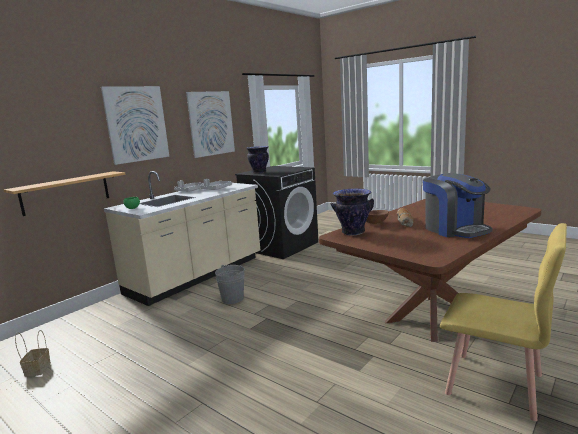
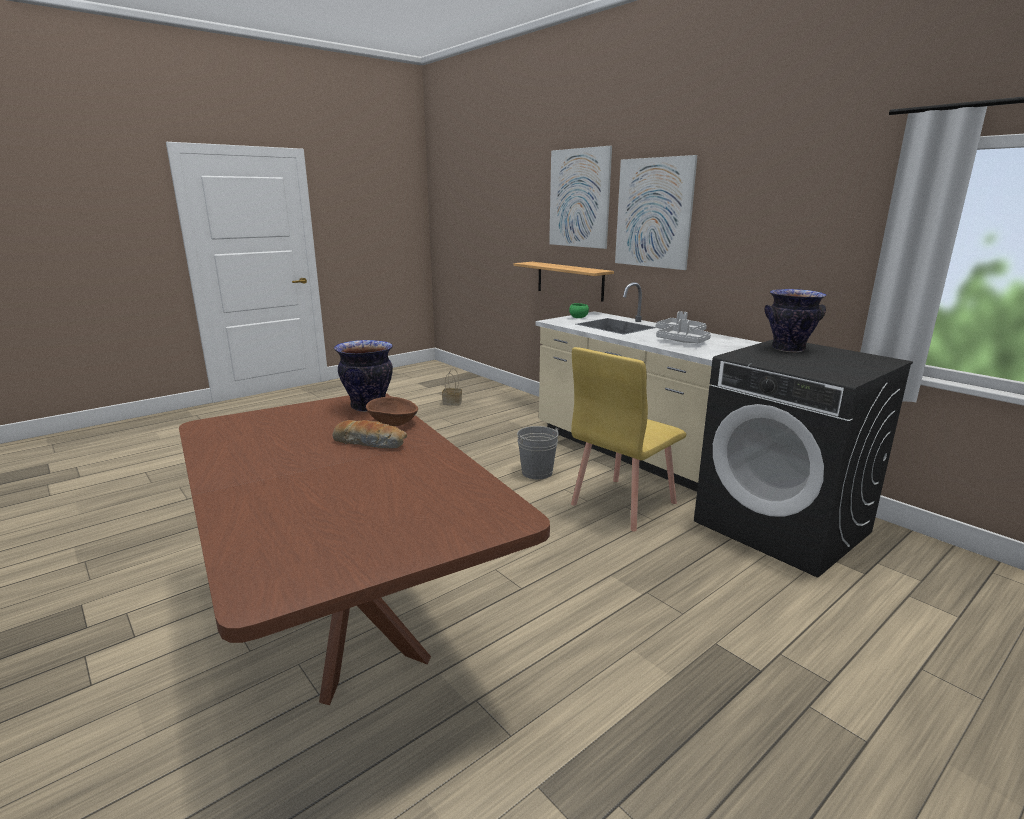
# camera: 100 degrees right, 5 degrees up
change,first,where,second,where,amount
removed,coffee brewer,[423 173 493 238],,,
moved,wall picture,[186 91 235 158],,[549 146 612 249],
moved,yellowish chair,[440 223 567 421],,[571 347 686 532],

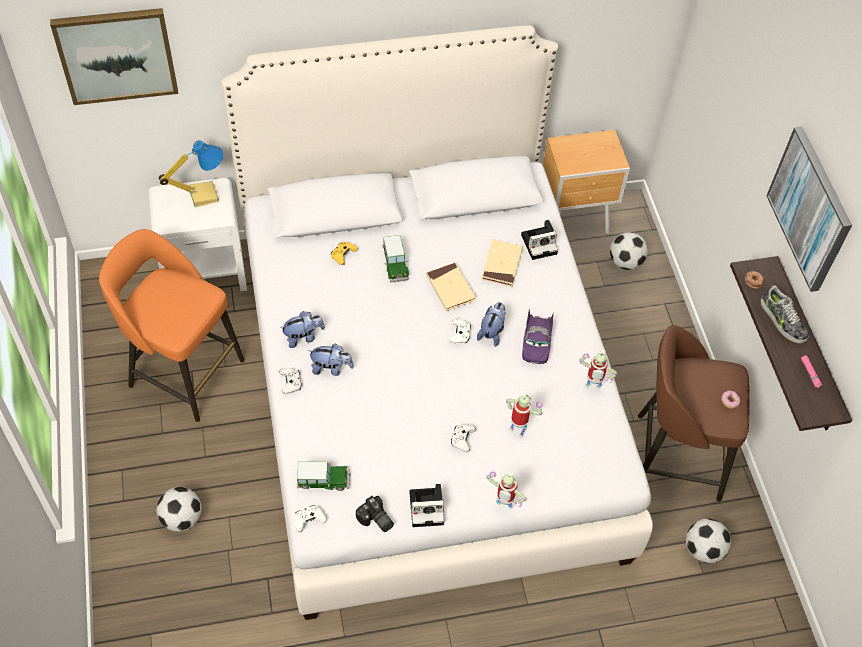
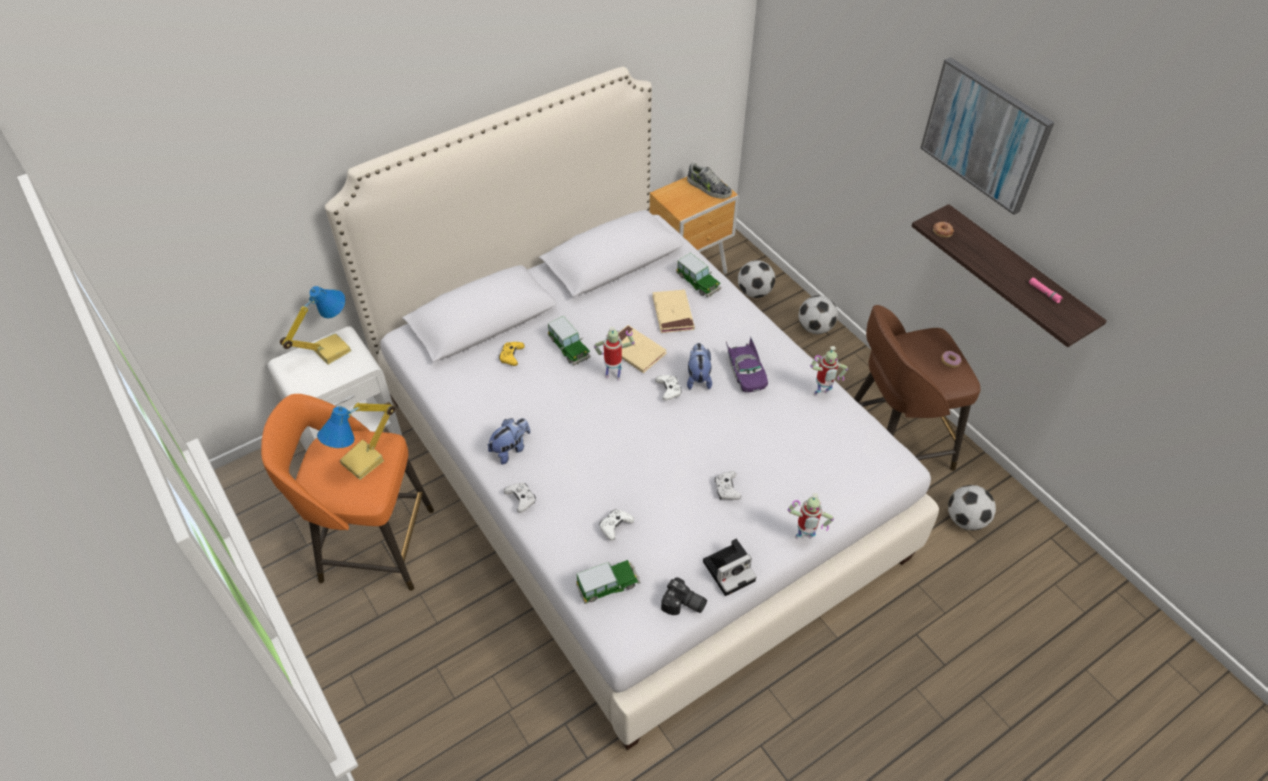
# camera: 20 degrees left, 5 degrees down
change,first,where,second,where,amount
removed,wall picture,[50 8 178 105],,,
removed,plush toy,[307 344 354 376],,,
added,,,lamp for a table,[317 402 396 480],
moved,ball for football,[156 487 202 532],,[799 295 838 334],
moved,white game controller,[294 505 327 532],,[599 509 634 540],
moved,robot figure,[506 393 543 437],,[594 327 635 381],
moved,low shoe,[760 285 809 343],,[687 162 732 199],
replaced,still camera,[521 220 558 260],toy car,[676 253 721 298],

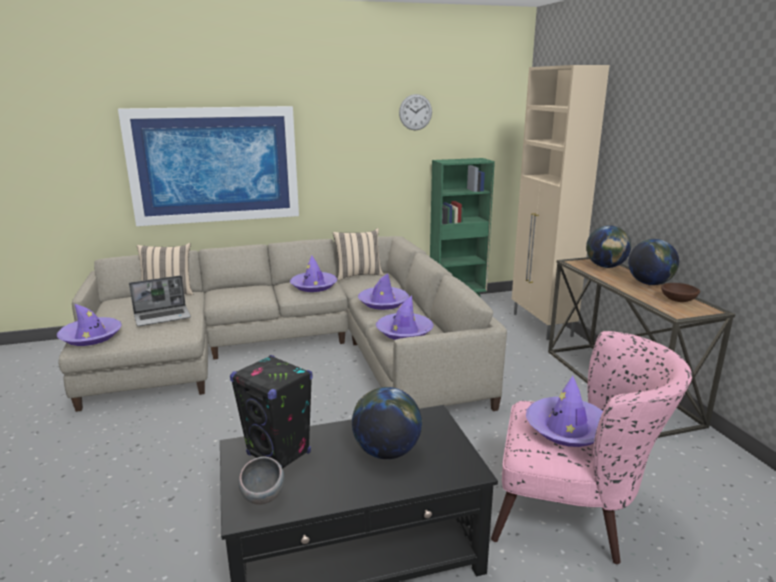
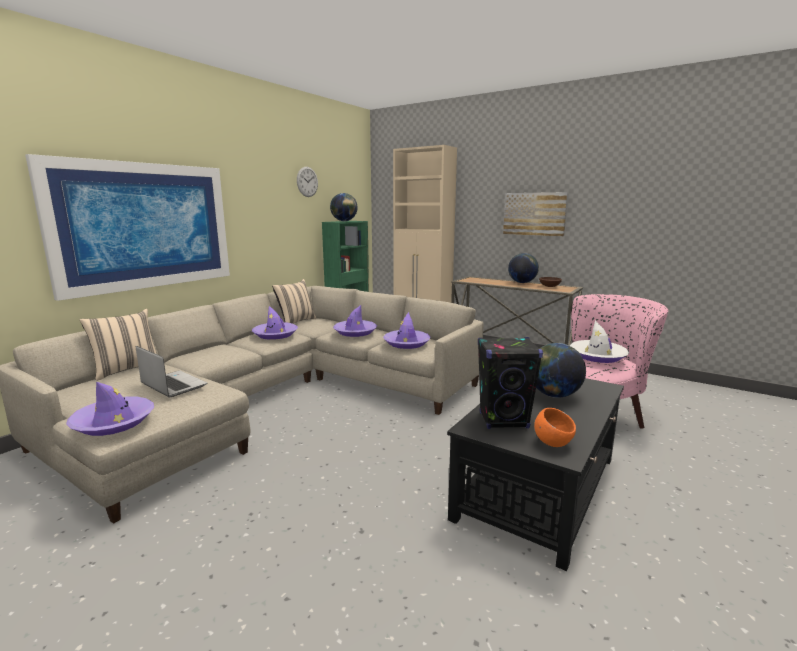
# camera: 40 degrees left, 5 degrees down
change,first,where,second,where,amount
added,,,wall picture,[503 192 568 236],
moved,desk globe,[586 225 631 268],,[330 193 358 221],
recoloured,gray deep dish,[238 457 285 505],orange-coloured deep dish,[534 408 576 447],
recoloured,purplish clothing hat,[526 376 603 447],white clothing hat,[570 320 629 363],
turned,portable computer,[129 275 191 326],,[136 346 208 397],75 degrees counterclockwise

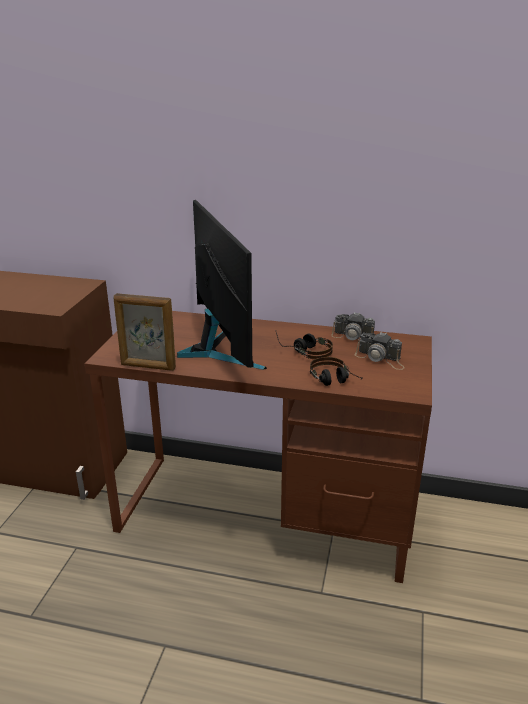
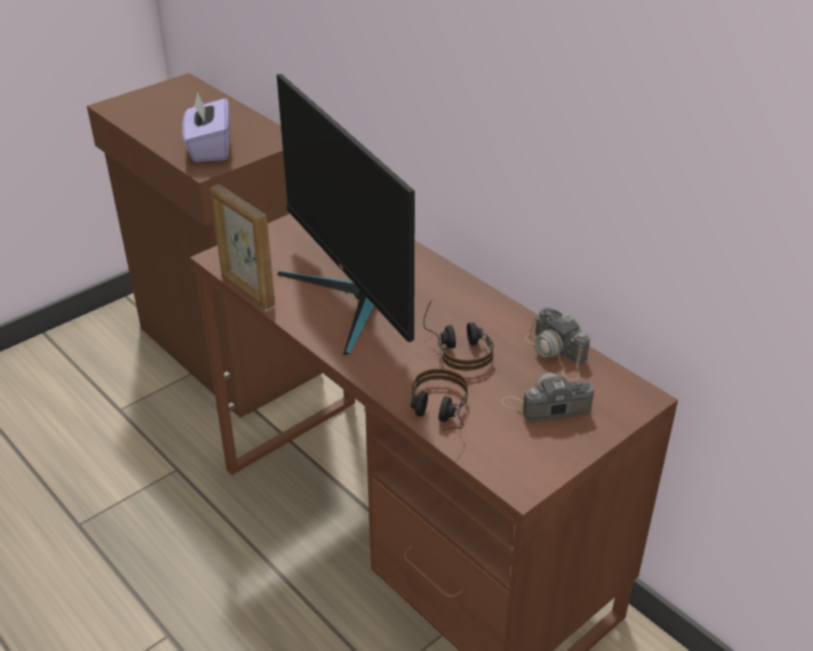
# camera: 35 degrees right, 10 degrees up
change,first,where,second,where,amount
added,,,purplish box of tissues,[182 92 230 162],
turned,computer screen,[177 200 267 370],,[277 74 415 355],135 degrees clockwise
turned,still camera,[355 332 405 370],,[501 372 594 422],105 degrees clockwise

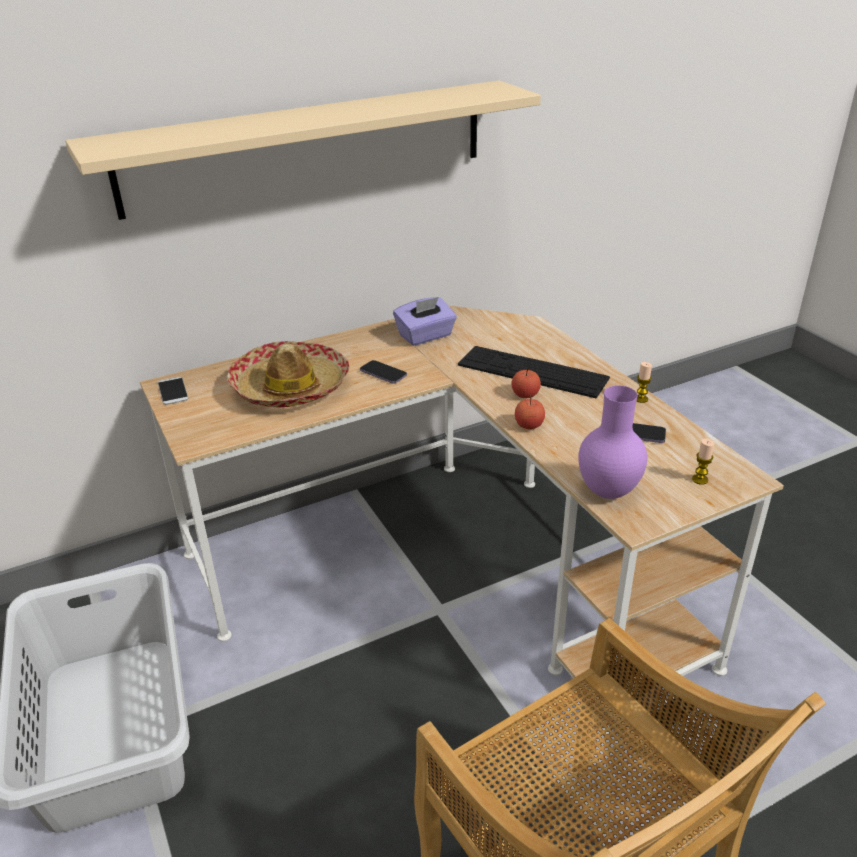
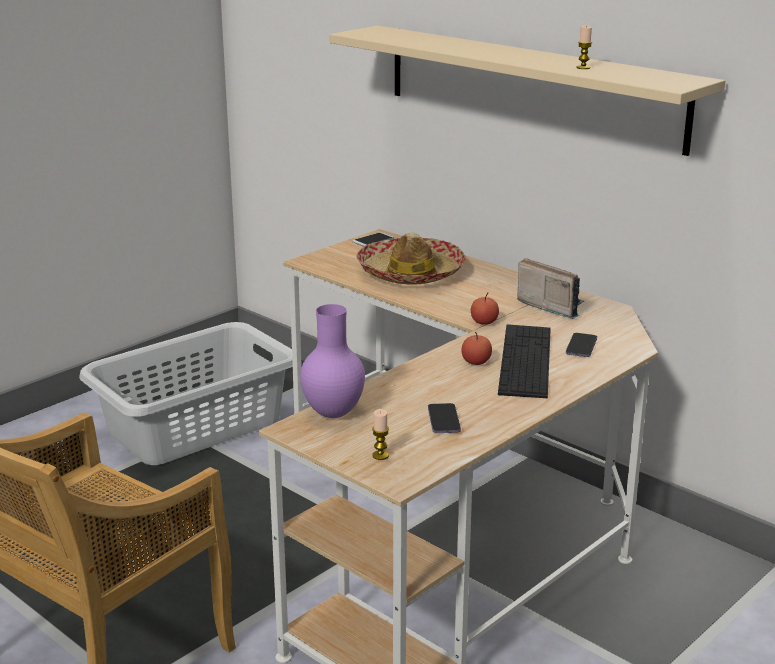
# camera: 70 degrees right, 10 degrees down
change,first,where,second,where,amount
moved,telephone,[360 360 407 384],,[566 333 597 357],
moved,apple fruit,[515 395 545 429],,[471 293 499 325],
moved,wax candle,[637 362 652 403],,[577 25 592 69],
replaced,purplish box of tissues,[393 297 457 346],radio,[517 258 584 319],

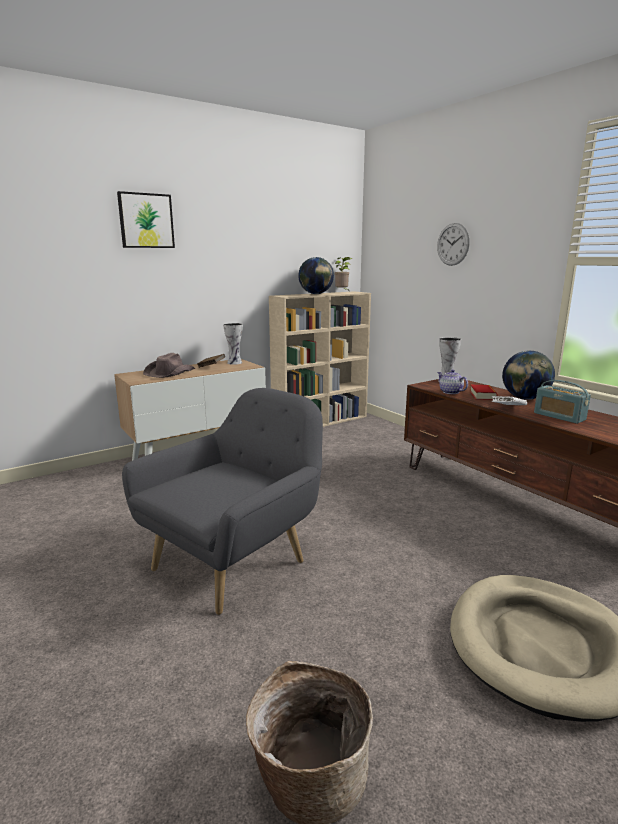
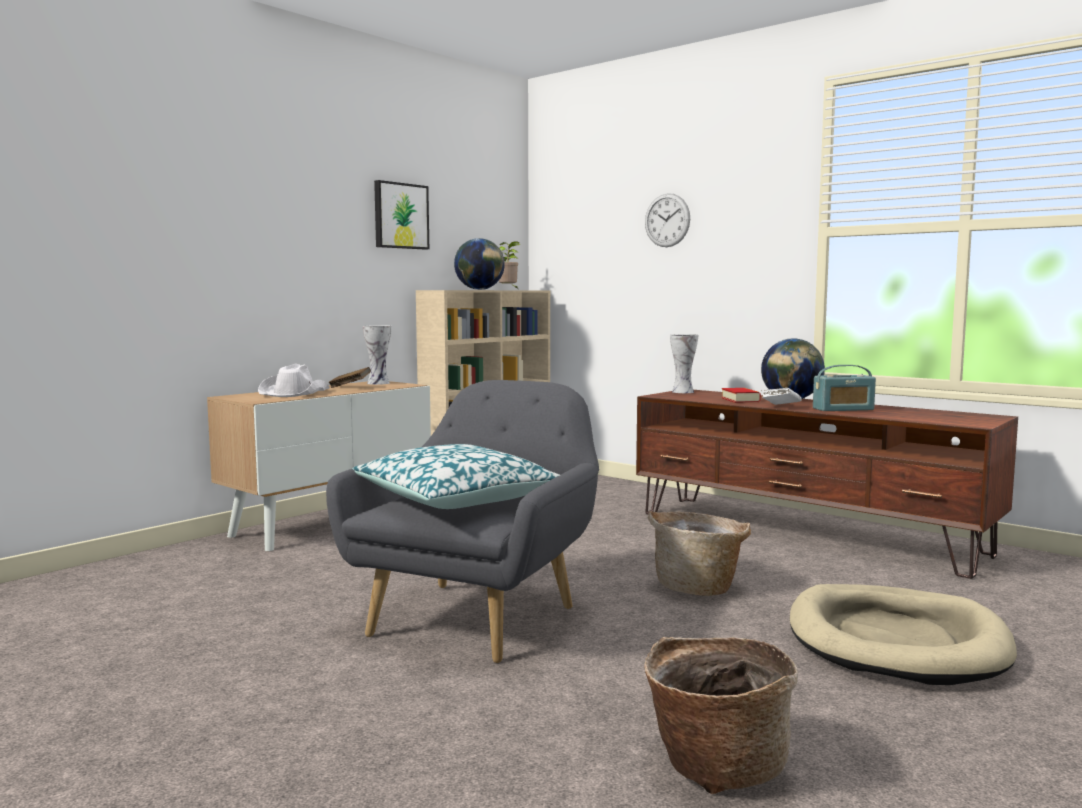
# camera: 15 degrees left, 10 degrees down
change,first,where,second,where,amount
removed,pot for tea,[437 370 468 394],,,
added,,,cushion,[352 444 560 509],
added,,,household basket,[648 511 751 596],
moved,wall picture,[117 191 175 248],,[374 180 429 250],
recoloured,brown clothing hat,[143 353 195 378],white clothing hat,[258 364 330 397],
turned,radio,[534 380 591 424],,[813 365 876 411],45 degrees counterclockwise

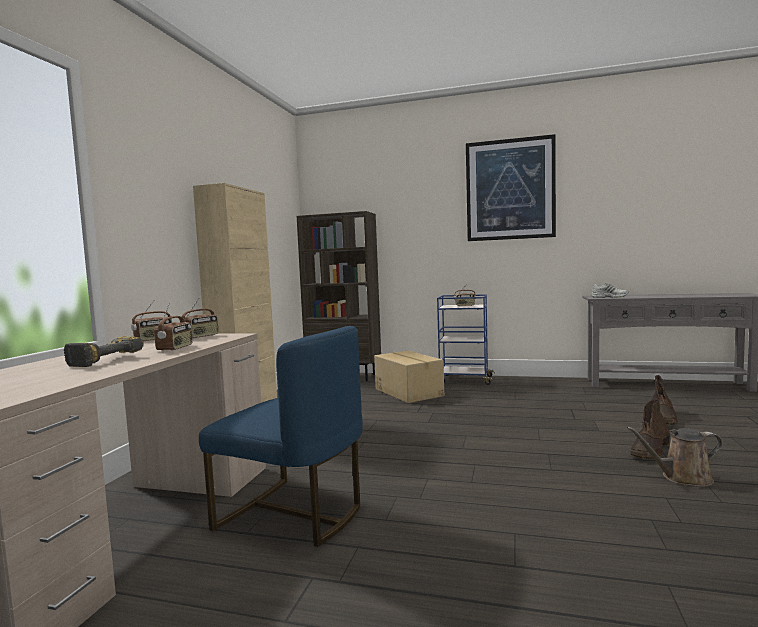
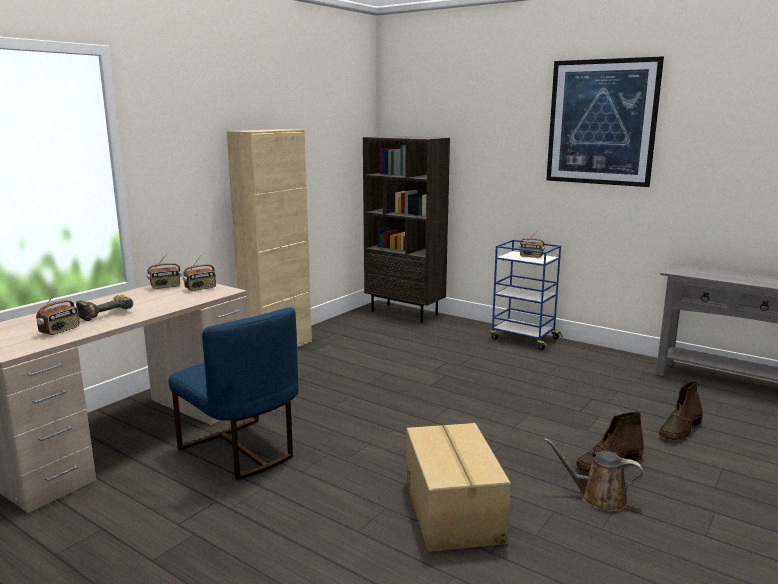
# camera: 20 degrees right, 10 degrees up
change,first,where,second,where,amount
removed,white low shoe,[591 283 628 298],,,
moved,radio,[154 303 193 351],,[36 289 80 335],
moved,cardboard box,[374 351 444 403],,[406 423 511 552],

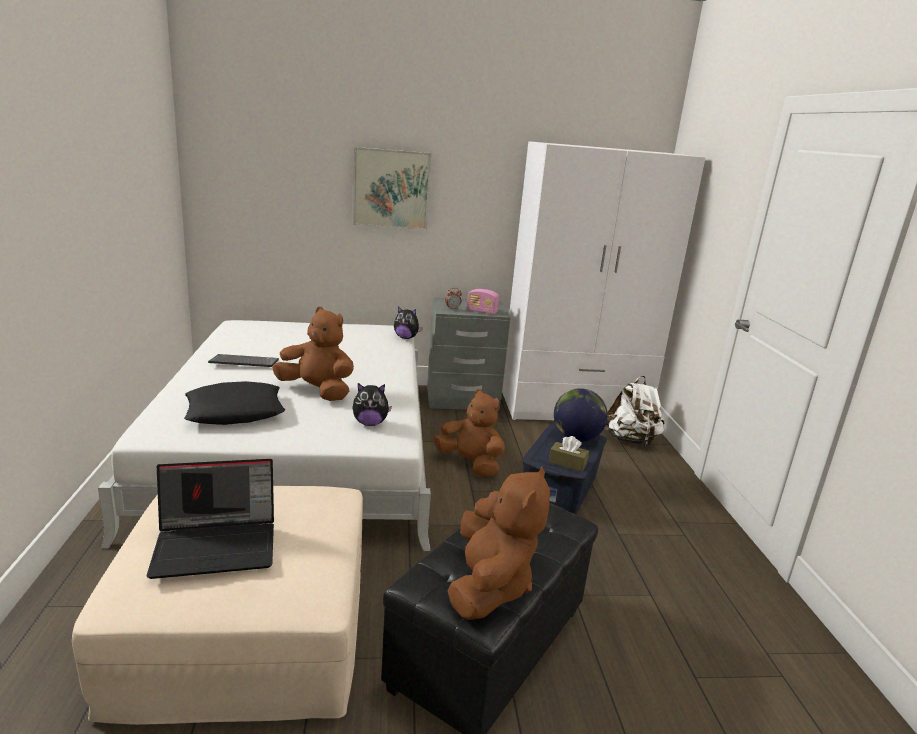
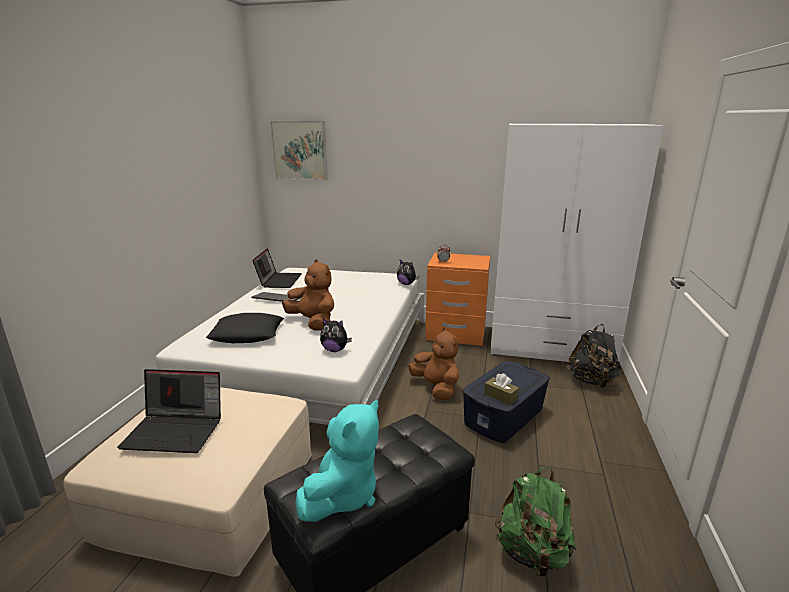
# camera: 20 degrees right, 0 degrees up
change,first,where,second,where,amount
removed,radio,[467 289 499 314],,,
removed,desk globe,[554 388 608 442],,,
added,,,portable computer,[252 248 302 288],
added,,,green-coloured knapsack,[495 467 576 578],
moved,wall picture,[353 147 431 230],,[270 121 328 180],
recoloured,gray night table,[427 297 510 411],orange-coloured night table,[426 253 490 346],
recoloured,brown plush toy,[448 466 550 620],turquoise-coloured plush toy,[295 400 379 522],
recoloured,white knapsack,[604 376 664 446],black-coloured knapsack,[566 324 621 388],

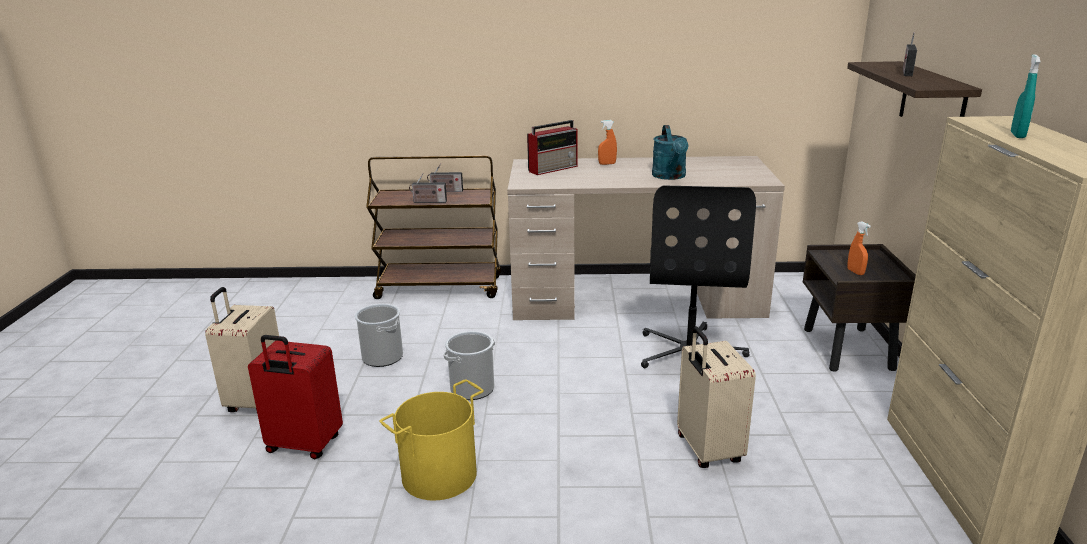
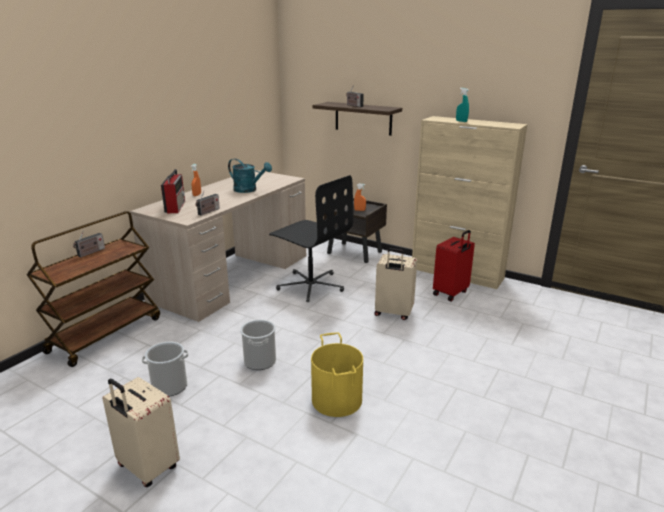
# camera: 60 degrees left, 0 degrees up
change,first,where,second,where,amount
moved,reddish travel case,[248 335 343 459],,[433 230 475 301],
moved,radio,[409 173 447 203],,[196 190 220 216],

